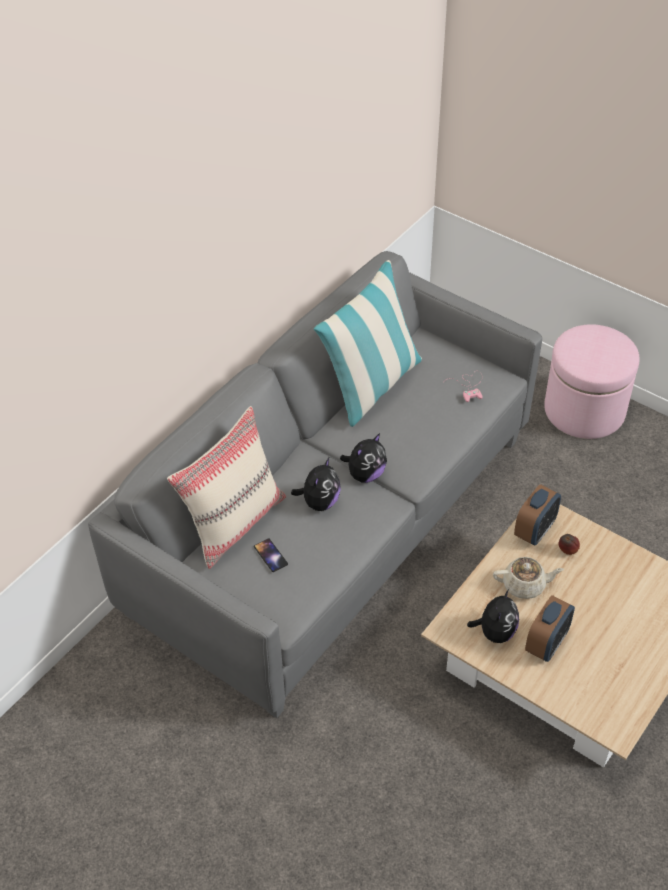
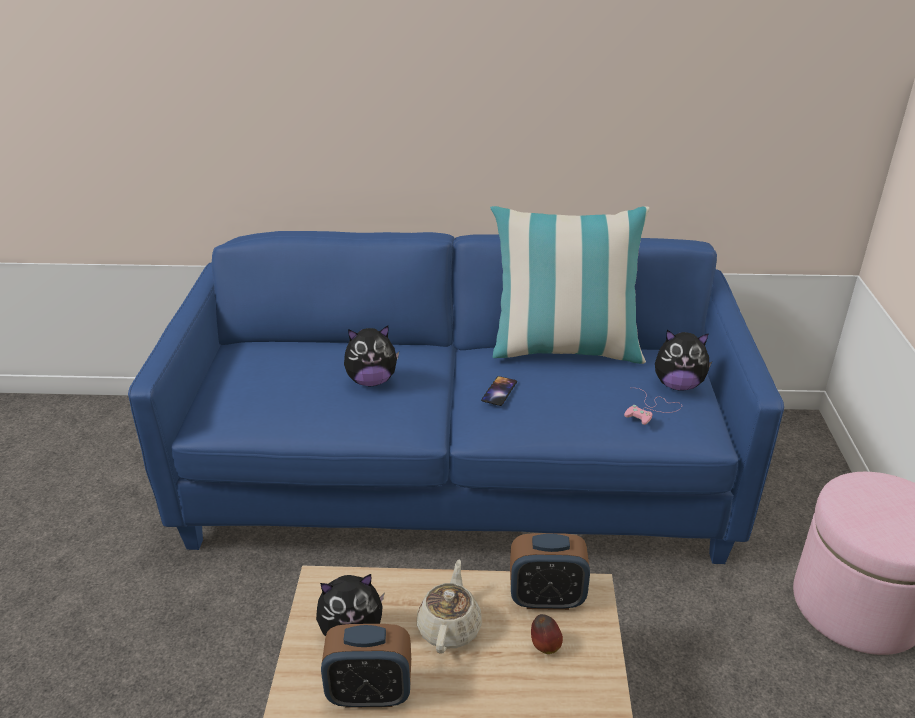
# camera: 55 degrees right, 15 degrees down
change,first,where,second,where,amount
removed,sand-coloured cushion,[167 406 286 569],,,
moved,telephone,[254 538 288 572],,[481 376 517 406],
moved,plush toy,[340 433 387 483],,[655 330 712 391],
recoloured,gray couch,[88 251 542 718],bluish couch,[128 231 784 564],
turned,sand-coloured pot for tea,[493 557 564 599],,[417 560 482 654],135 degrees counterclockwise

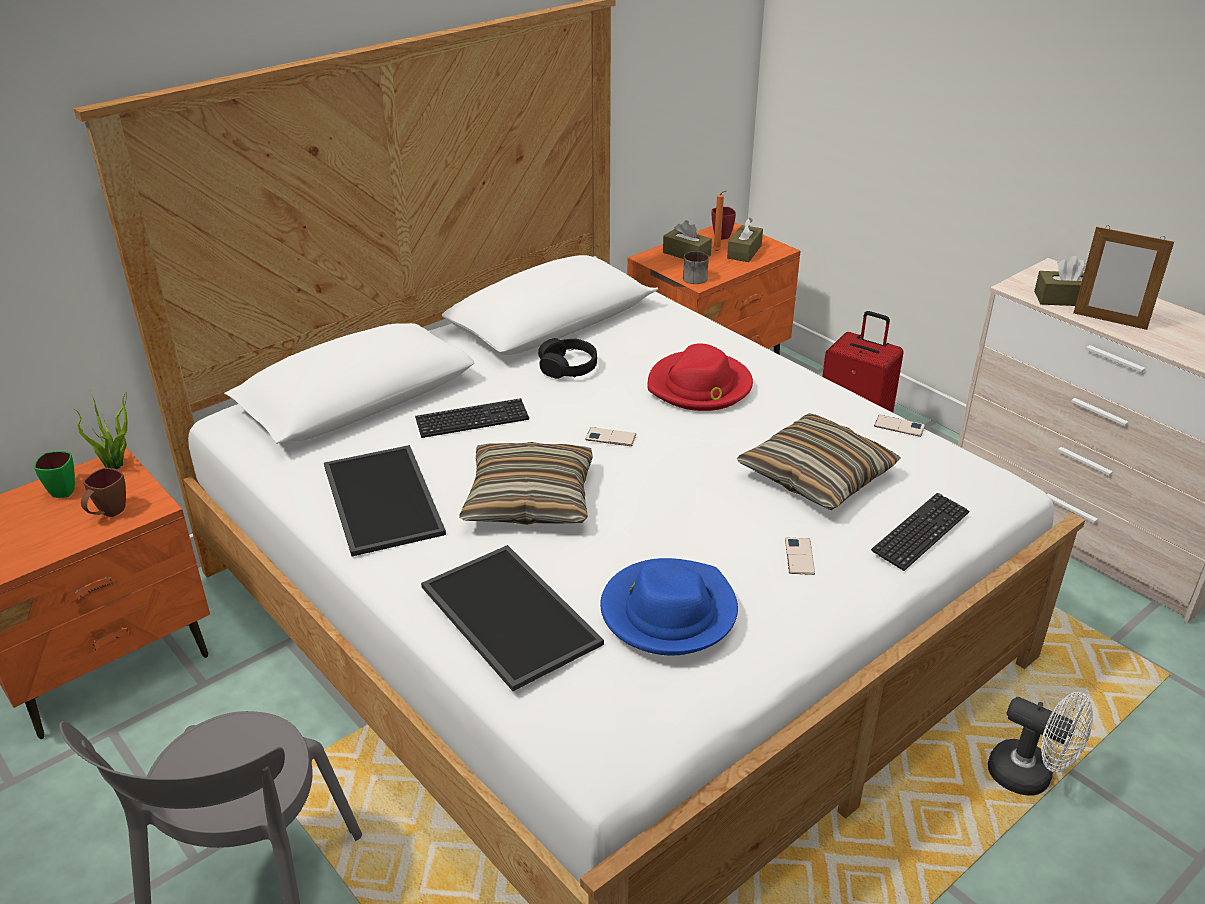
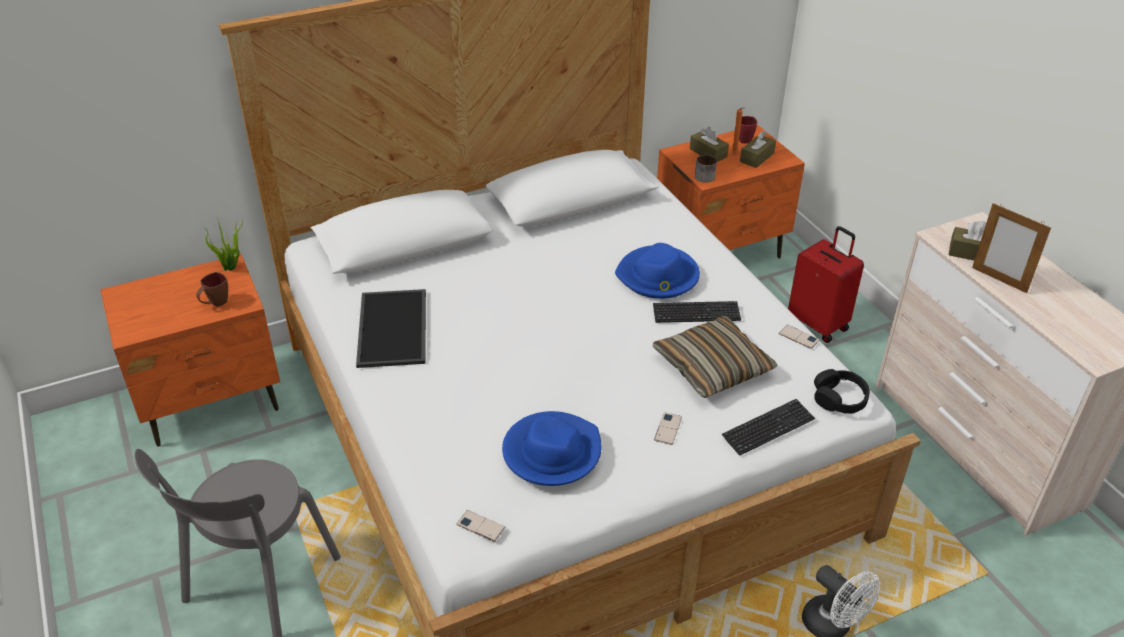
# camera: 15 degrees right, 5 degrees up
change,first,where,second,where,amount
removed,green-coloured coffee mug,[34 451 75 498],,,
removed,serving tray,[421 545 604 691],,,
removed,cushion,[459 442 593 525],,,
moved,PC keyboard,[415 398 529 438],,[653 301 741 323],
moved,black-coloured pair of headphones,[538 338 597 379],,[814 369 870 414],
moved,telephone,[585 427 636 446],,[456 510 505 542],
recoloured,reddish clothing hat,[647 343 753 411],bluish clothing hat,[615 243 700 299],

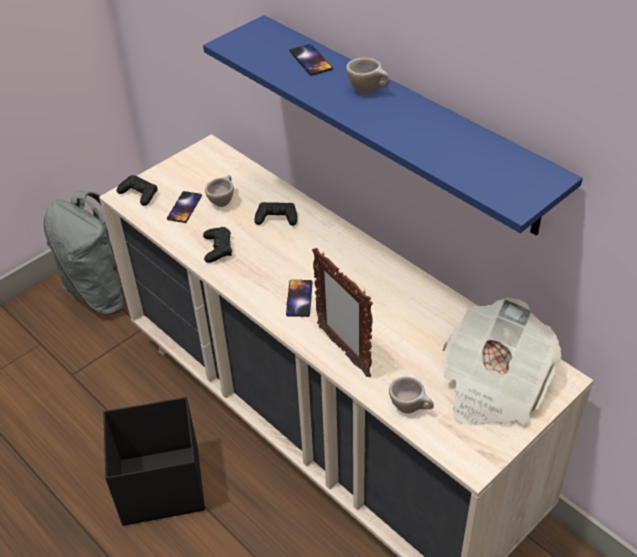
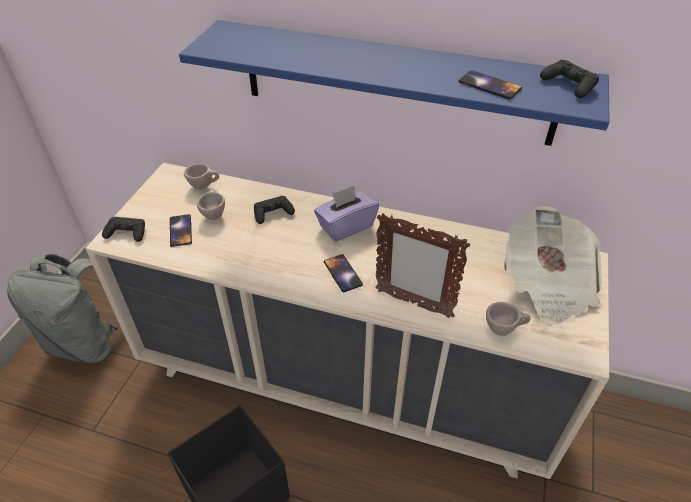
# camera: 30 degrees left, 0 degrees up
change,first,where,second,where,amount
added,,,purplish box of tissues,[314 186 379 241],
moved,black-coloured game controller,[203 227 232 263],,[540 60 599 98],
moved,telephone,[290 44 333 76],,[459 70 522 99],
moved,sand-coloured drinking cup,[346 58 390 94],,[184 164 219 190],

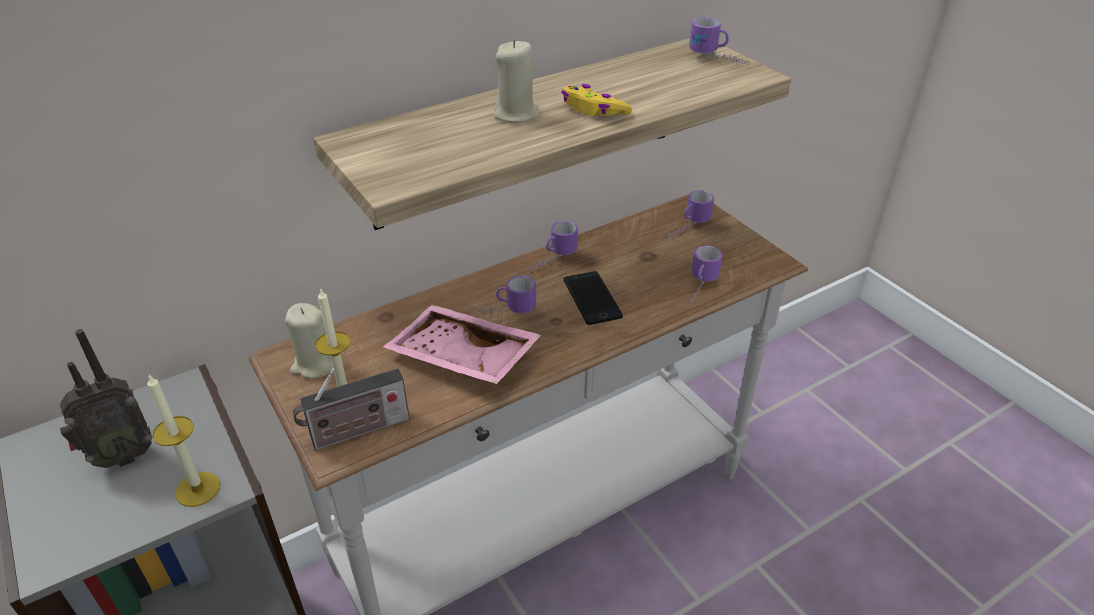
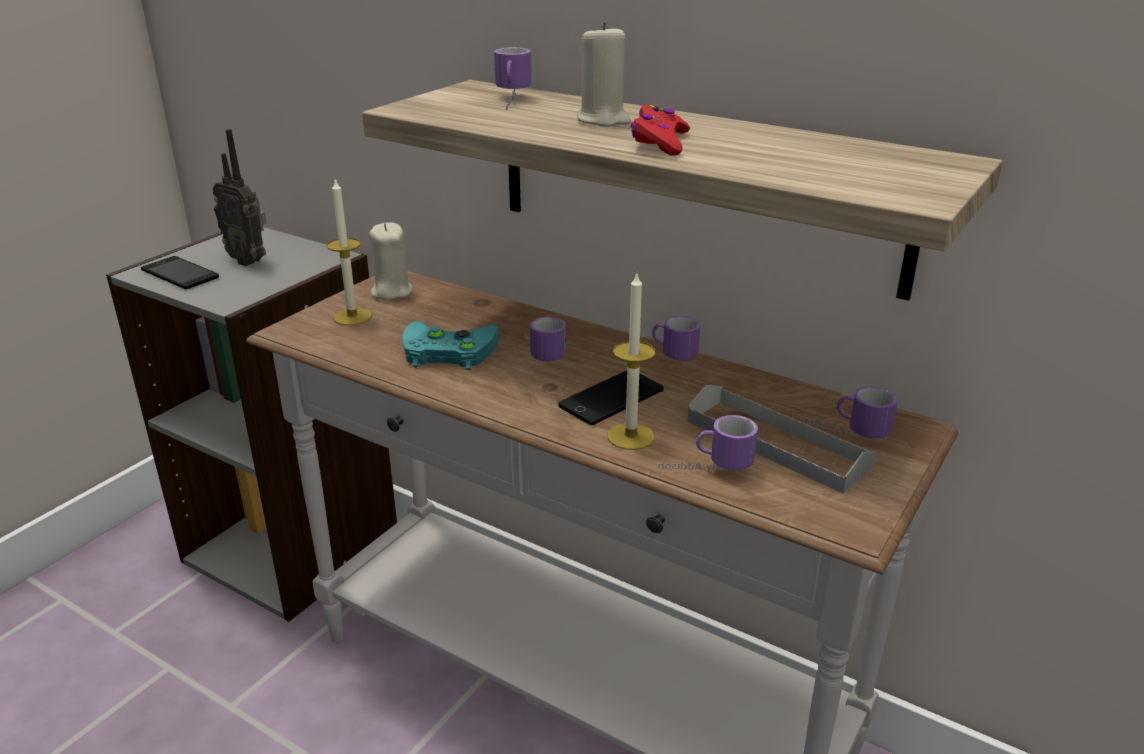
# camera: 65 degrees right, 10 degrees down
change,first,where,second,where,amount
removed,radio,[293 368 410 450],,,
added,,,telephone,[141 256 219 289],
added,,,gray serving tray,[687 385 877 494],
moved,wax candle,[147 374 220 507],,[607 274 655 450],
moved,coffee mug,[689 17 750 65],,[494 47 531 110],
replaced,pink-coloured serving tray,[383 305 542 384],turquoise-coloured game controller,[402 321 499 370],
recoloured,yellowish game controller,[561 84 632 116],reddish game controller,[631 105 690 156],

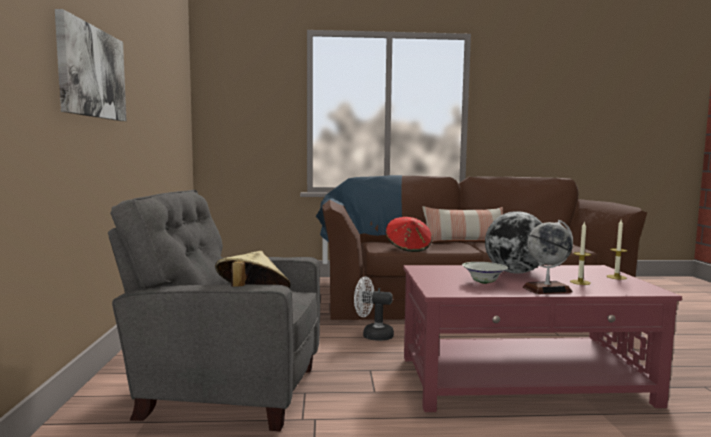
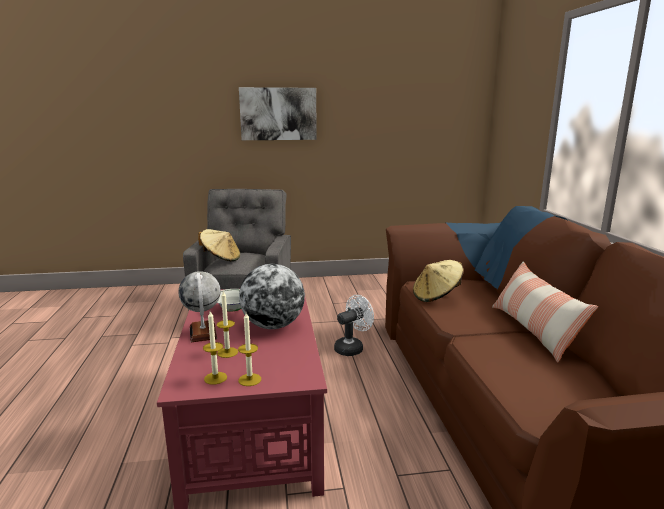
# camera: 85 degrees right, 10 degrees up
change,first,where,second,where,amount
added,,,wax candle,[203 311 227 385],
recoloured,reddish clothing hat,[386 217 432 252],sand-coloured clothing hat,[413 260 463 302],
turned,white cooling fan,[354 277 394 341],,[334 295 374 356],45 degrees clockwise

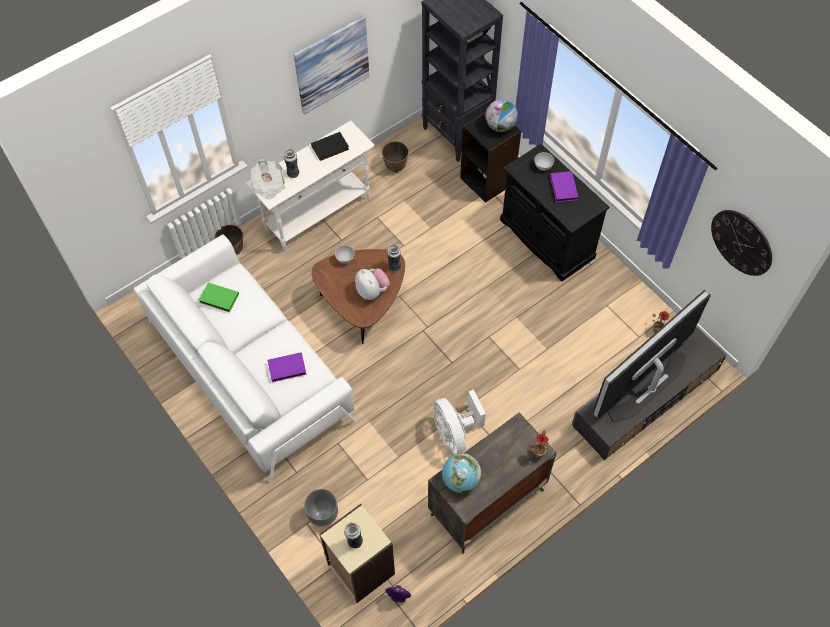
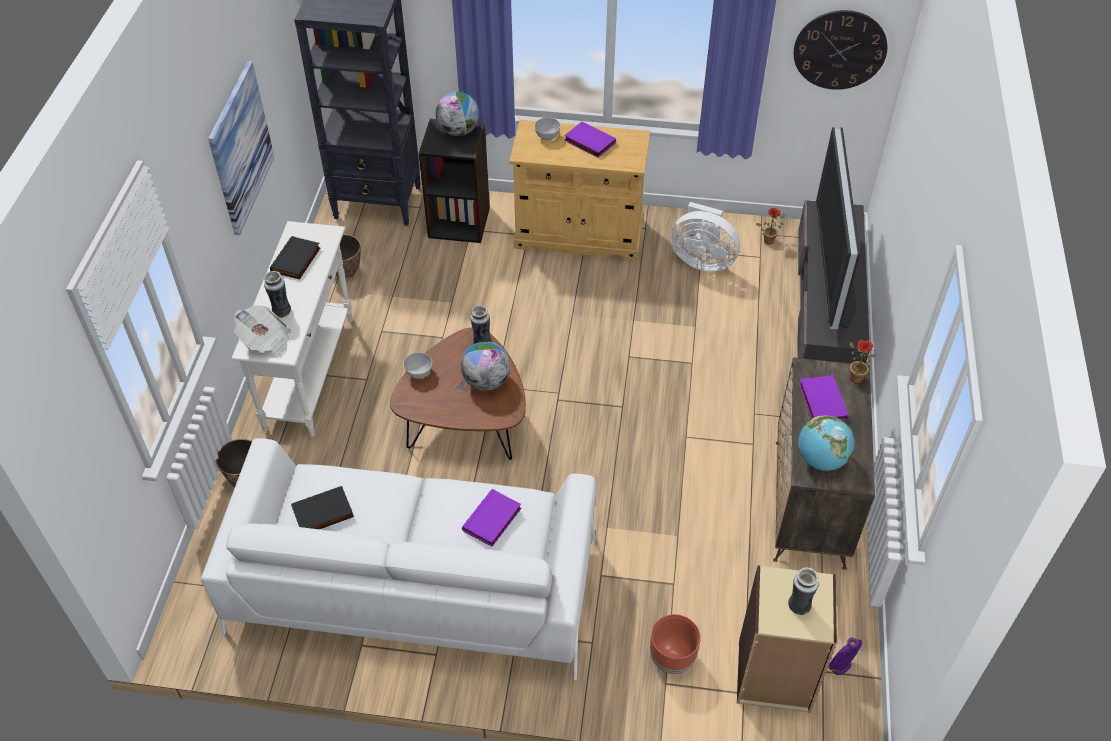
# camera: 45 degrees left, 10 degrees down
change,first,where,second,where,amount
added,,,purplish volume,[799 375 849 421],
moved,white cooling fan,[434 390 486 455],,[671 202 740 272],
replaced,plush toy,[355 268 390 300],desk globe,[461 342 510 391],
recoloured,green-coloured volume,[199 282 239 312],black-coloured volume,[291 486 354 529],
recoloured,gray plant pot,[304 489 338 527],brown plant pot,[650 614 701 674],
recoloured,black-coloured storage cabinet,[500 144 609 281],sand-coloured storage cabinet,[509 120 650 260],

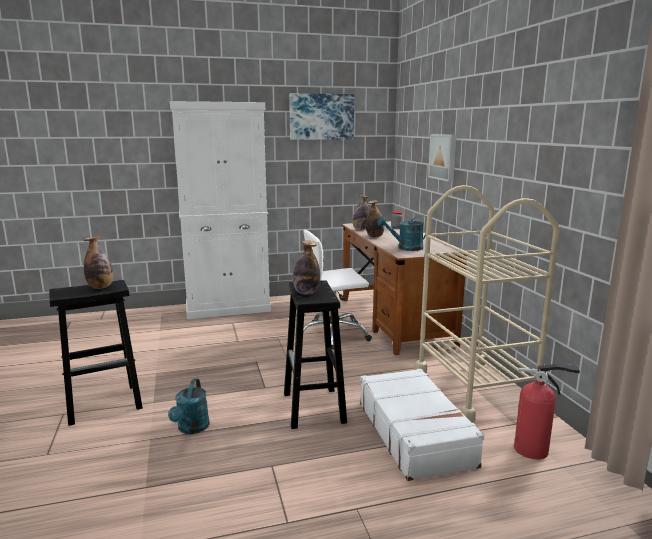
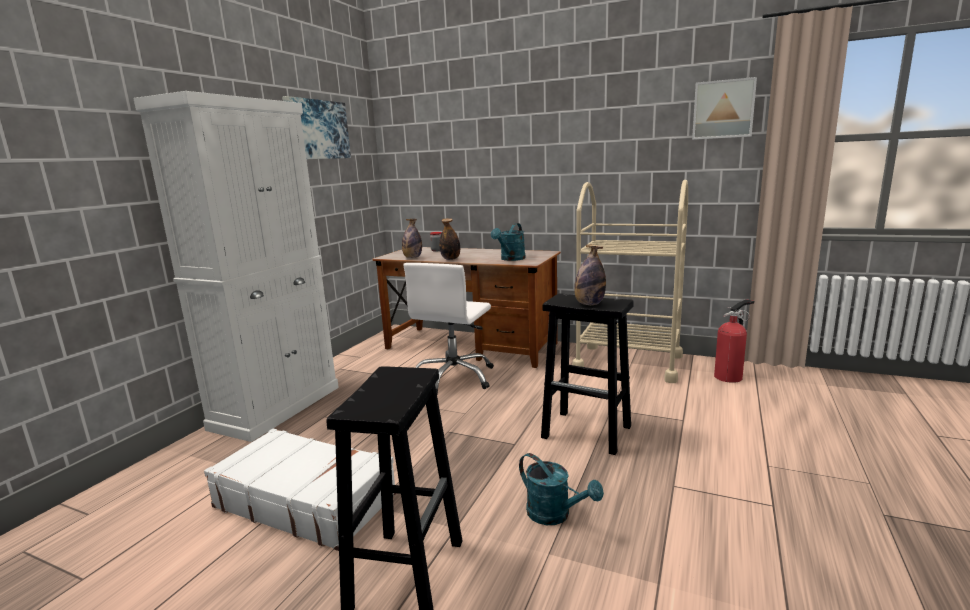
# camera: 50 degrees left, 0 degrees up
change,first,where,second,where,amount
removed,drink bottle,[83 236 113 289],,,
moved,white travel case,[360 369 484 481],,[204 428 396 551],
moved,wall picture,[428 134 457 182],,[692 77 757 140],

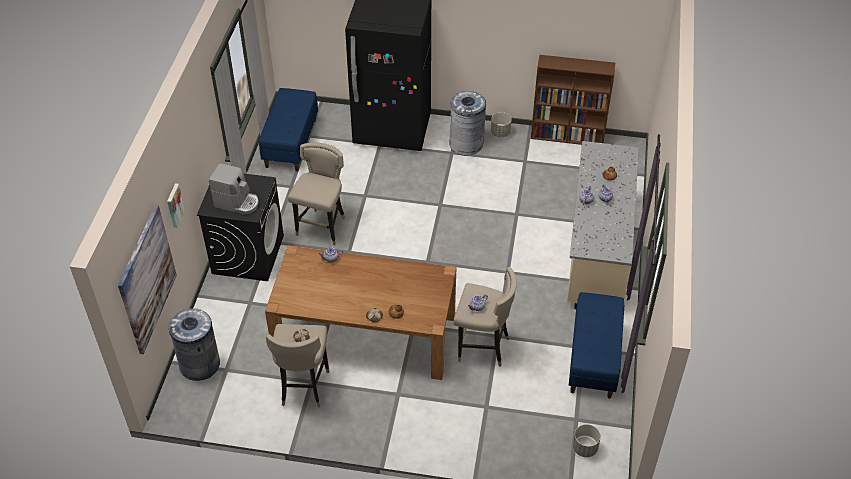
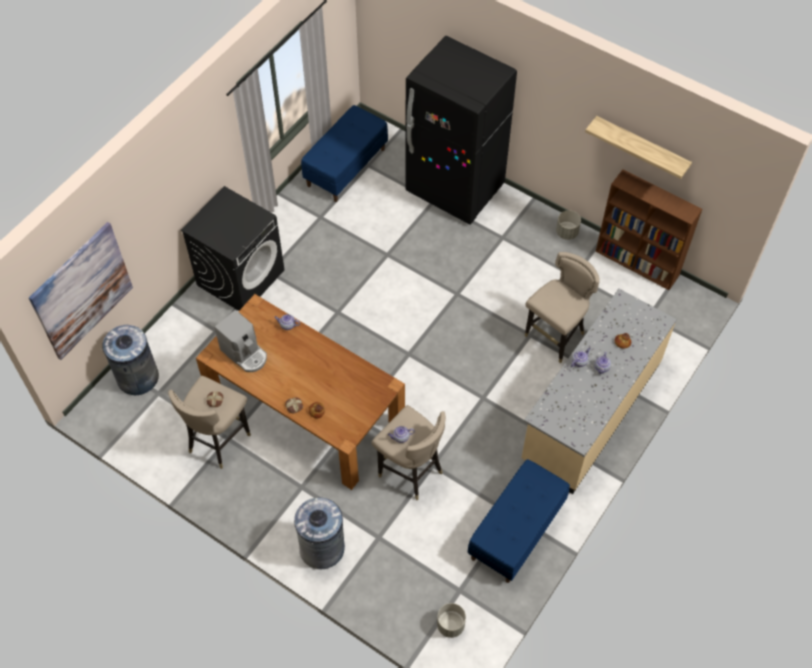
# camera: 25 degrees right, 10 degrees up
change,first,where,second,where,amount
removed,wall picture,[167 183 185 228],,,
added,,,bracket shelf,[585 116 692 179],
moved,coffee brewer,[209 163 259 215],,[214 310 267 372],
moved,sand-coloured stool,[288 143 345 245],,[525 252 600 363],
moved,gray rubbish bin,[449 91 486 156],,[294 497 345 569],

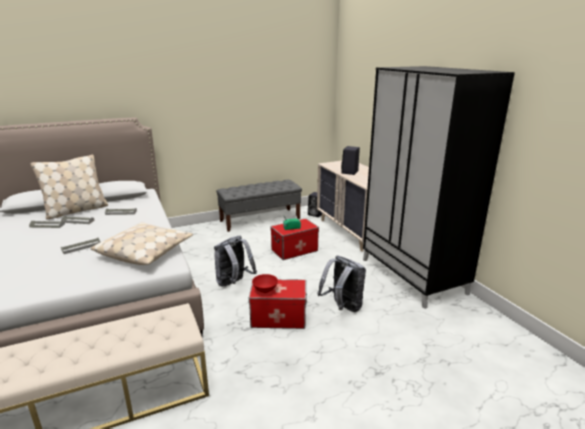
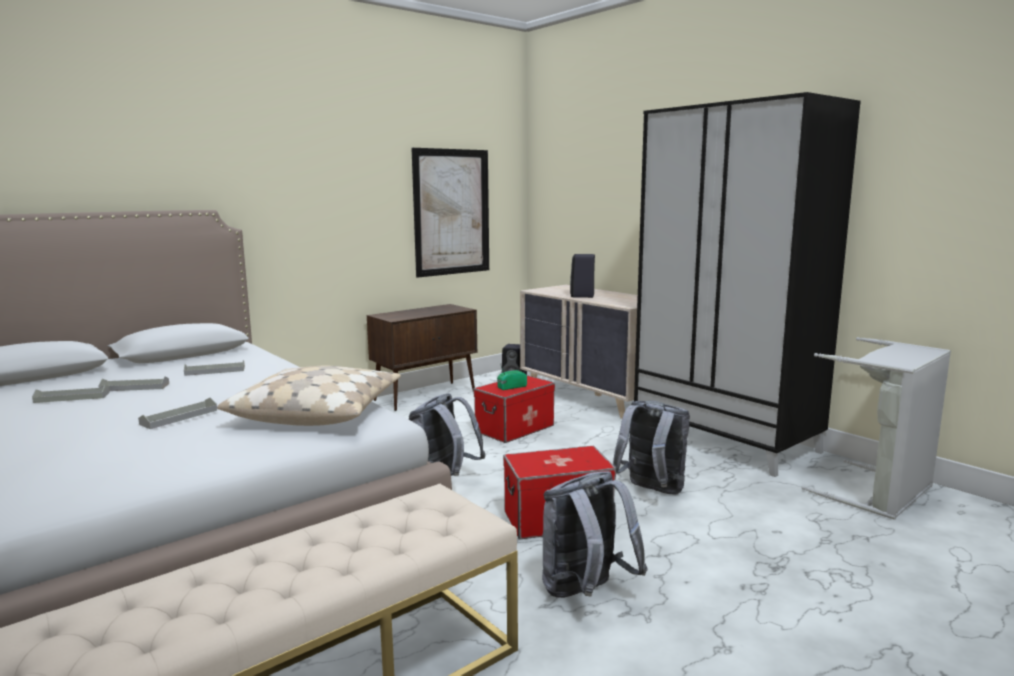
# camera: 15 degrees left, 10 degrees down
change,first,where,second,where,amount
removed,sand-coloured cushion,[31 155 108 220],,,
removed,reddish deep dish,[252 274 278 293],,,
added,,,wall picture,[411 148 489 278],
added,,,gray knapsack,[542 471 648 598],
added,,,gray washing basket,[802 337 951 520],
replaced,gray indoor bench,[216 180 302 232],brown storage cabinet,[367 304 477 411],

